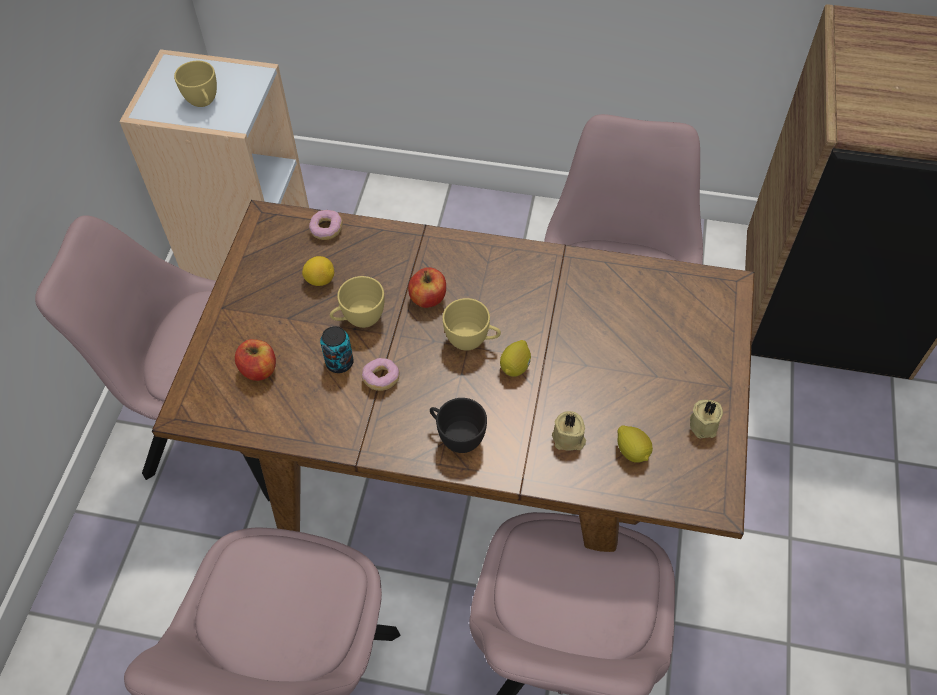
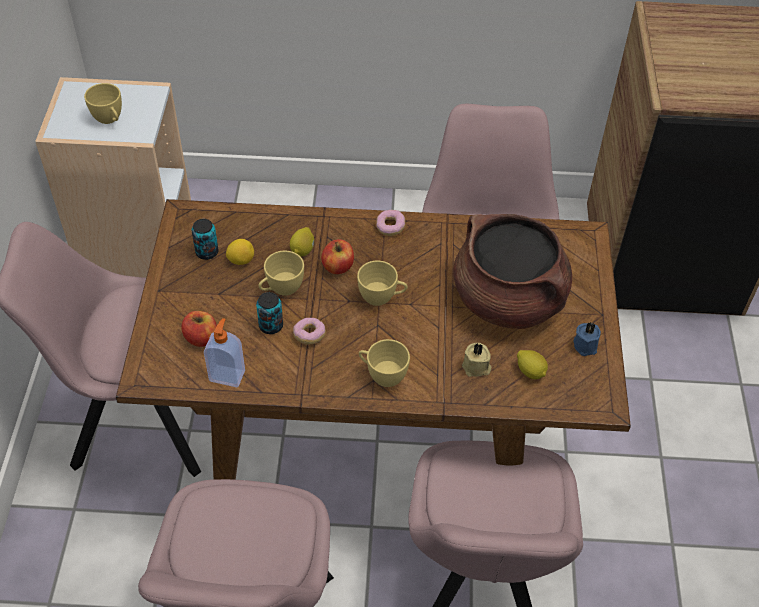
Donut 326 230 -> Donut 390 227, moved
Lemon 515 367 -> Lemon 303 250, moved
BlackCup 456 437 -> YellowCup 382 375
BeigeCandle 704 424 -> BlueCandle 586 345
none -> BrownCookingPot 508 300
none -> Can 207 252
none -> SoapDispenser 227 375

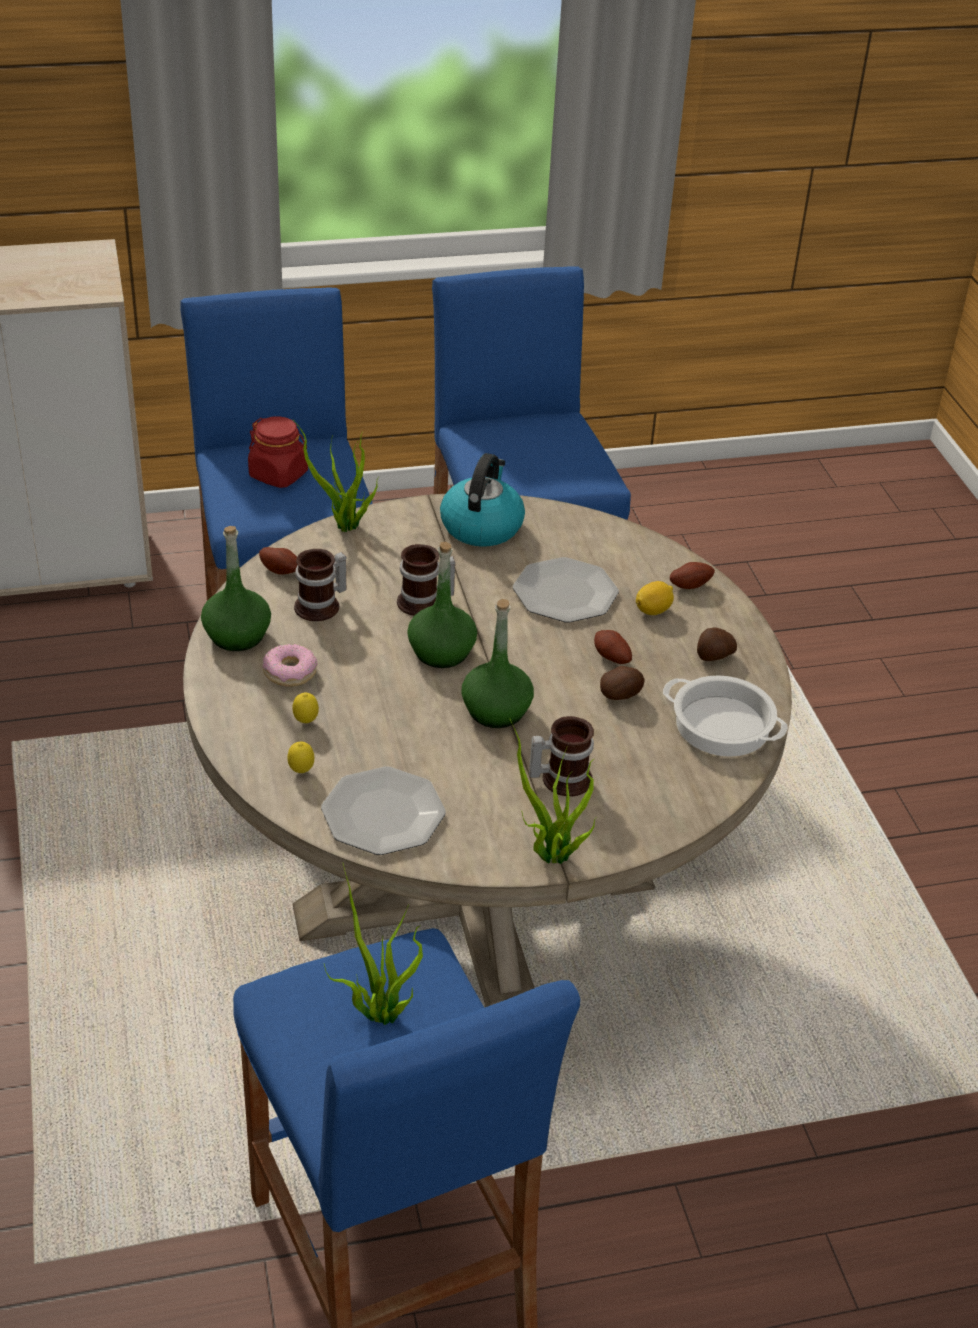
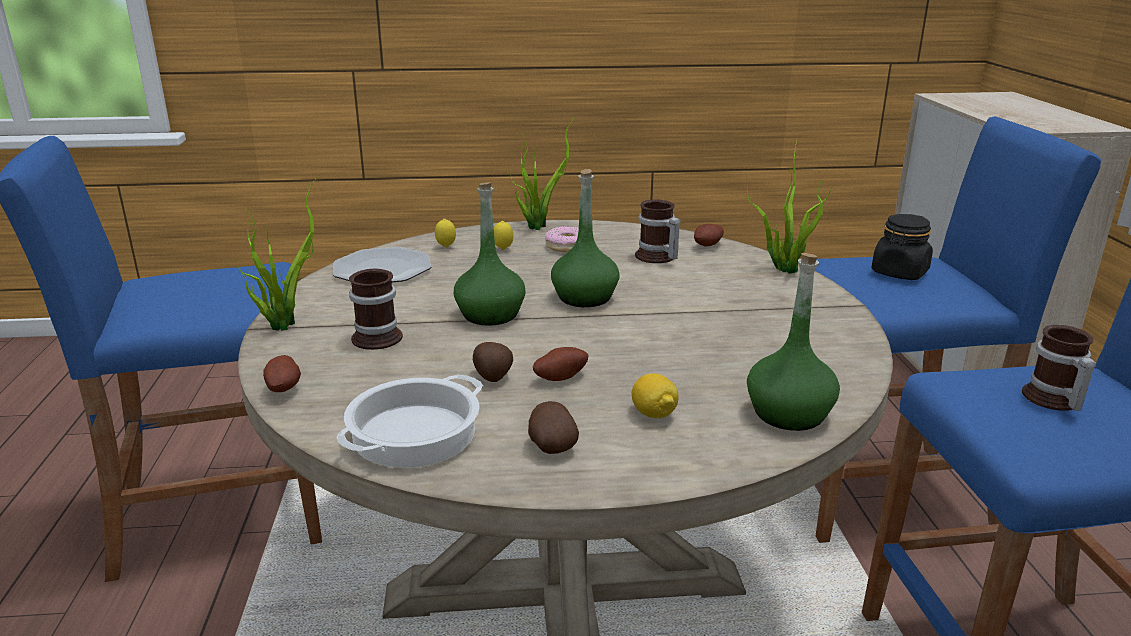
RedJar 279 475 -> BlackJar 899 273
Kettle 481 526 -> none
GreenBottle 237 635 -> GreenBottle 789 413, moved
Mug 424 603 -> Mug 1051 400, moved
Plate 565 593 -> none
Potato 689 585 -> Potato 285 388, moved
PottedPlant 378 1014 -> PottedPlant 537 226, moved

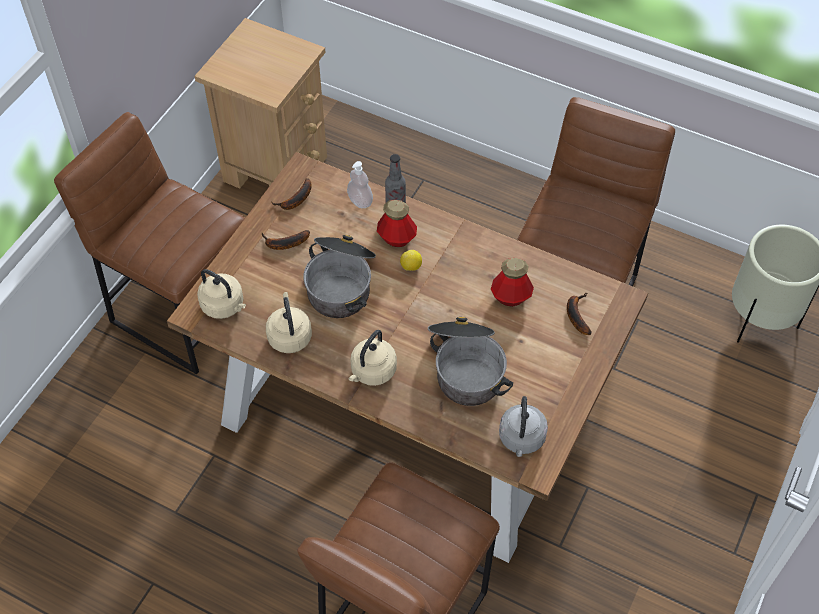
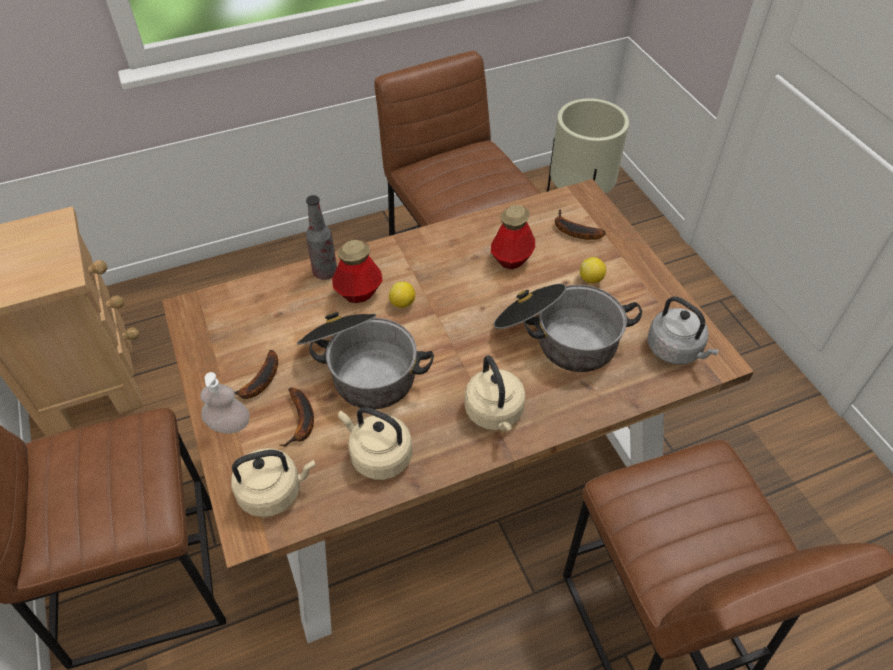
SoapDispenser 360 201 -> SoapDispenser 229 425, moved
Banana 295 200 -> Banana 301 421, moved
none -> Lemon 591 279

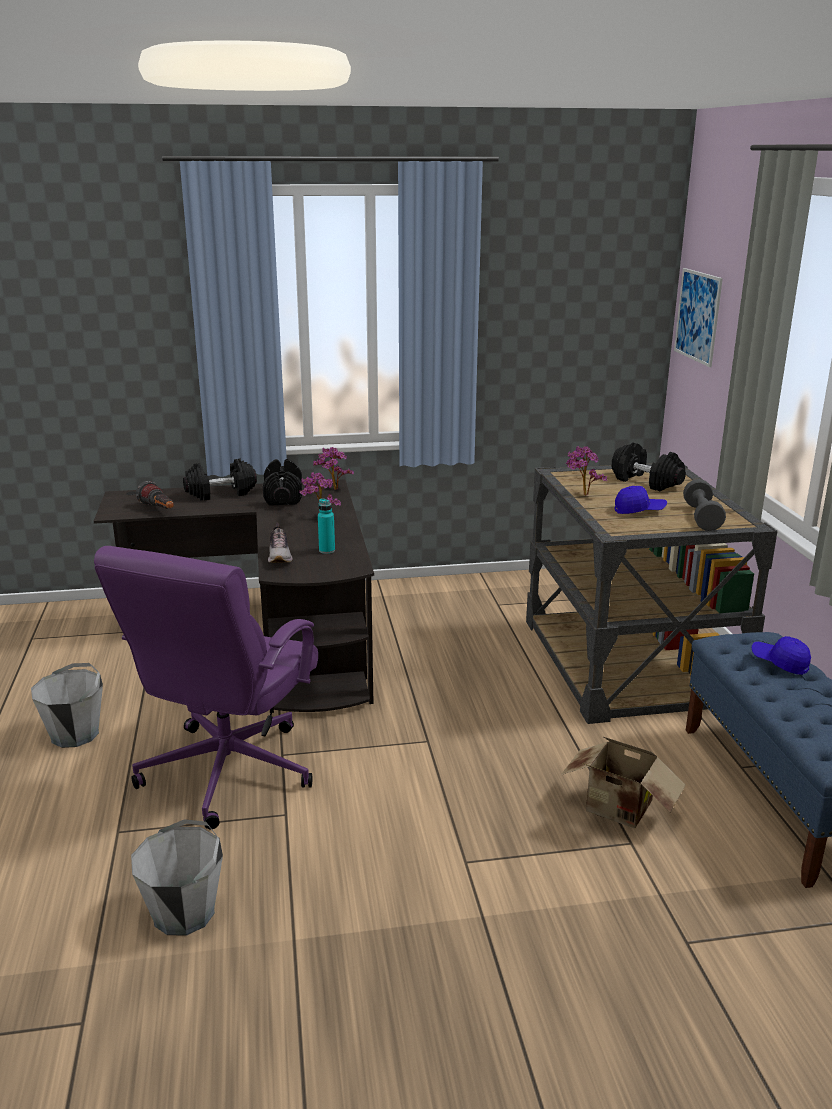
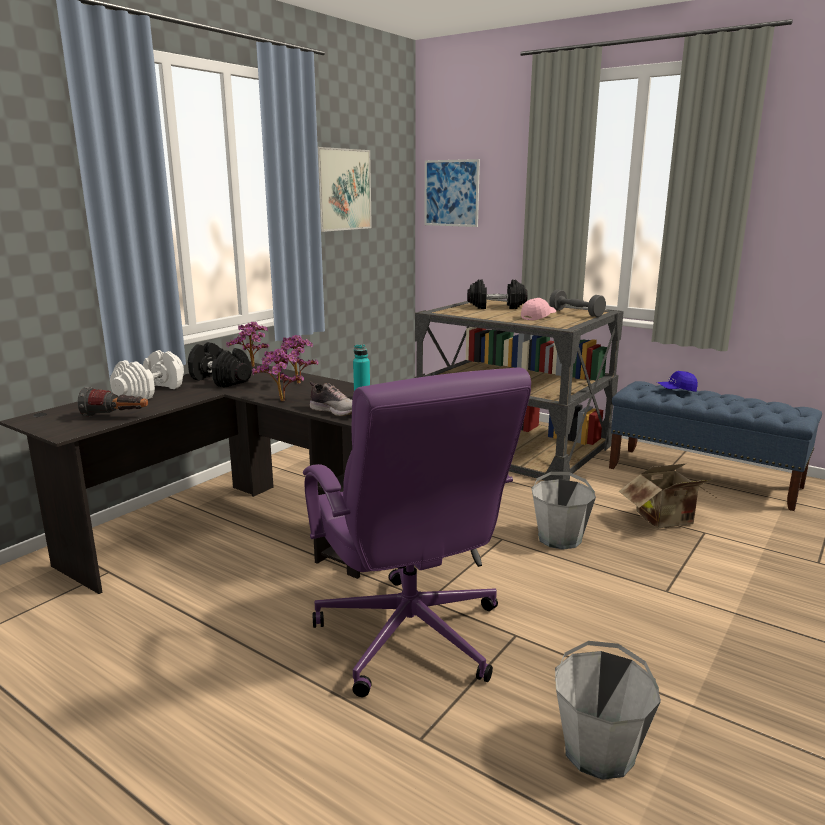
PottedPlant 582 495 -> PottedPlant 280 402, moved
BlackDumbbell 221 493 -> WhiteDumbbell 150 392
BlueCap 639 511 -> PinkCap 538 317
GreyBucket 75 734 -> GreyBucket 559 538, moved
none -> Picture 343 189

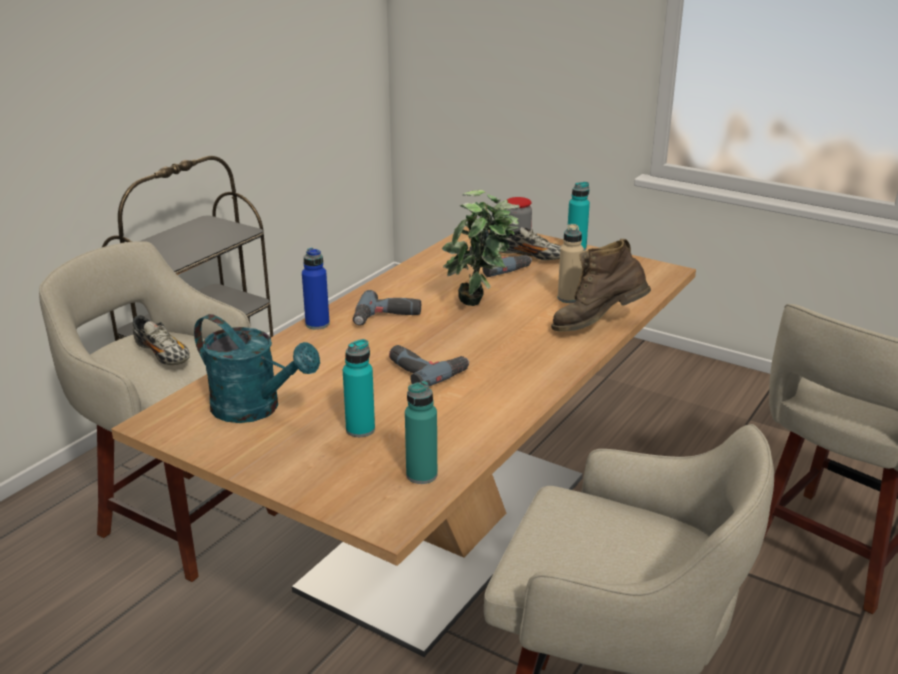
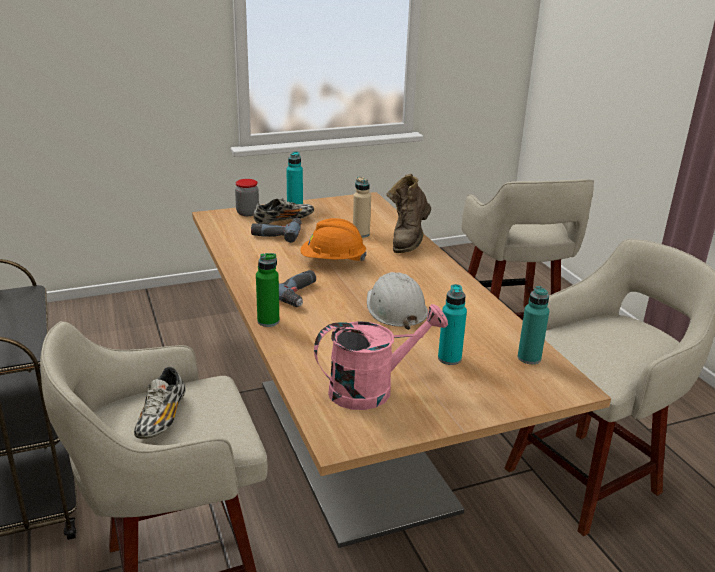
PottedPlant 480 308 -> OrangeHardHat 332 261
BlueBottle 317 324 -> GreenBottle 268 321
TurquoiseWateringCan 255 409 -> PinkWateringCan 372 388
Shoe 163 356 -> Shoe 162 418, 105 degrees clockwise
PowerDrill 426 369 -> WhiteHardHat 395 308

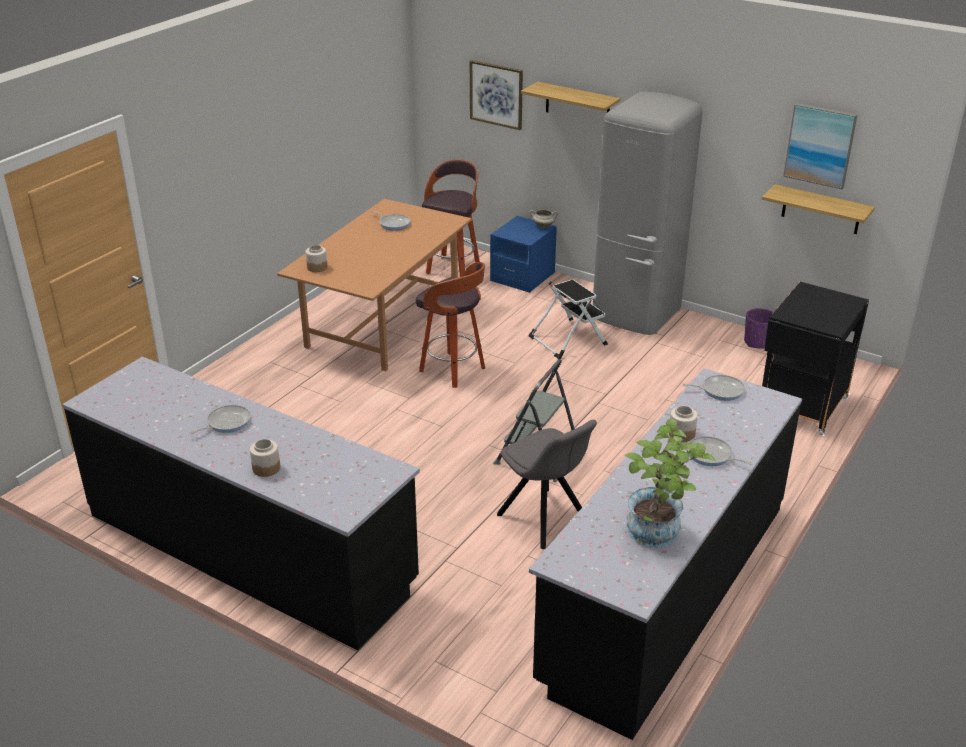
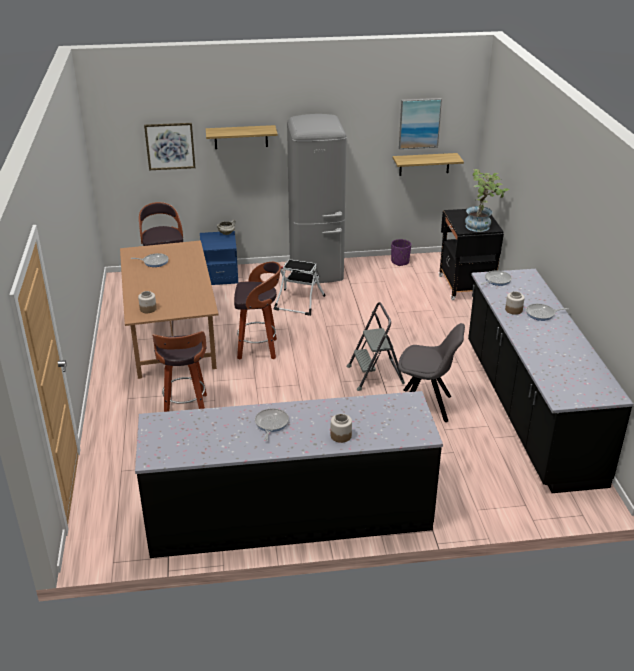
PottedPlant 658 535 -> PottedPlant 481 226, moved
none -> Stool 186 409

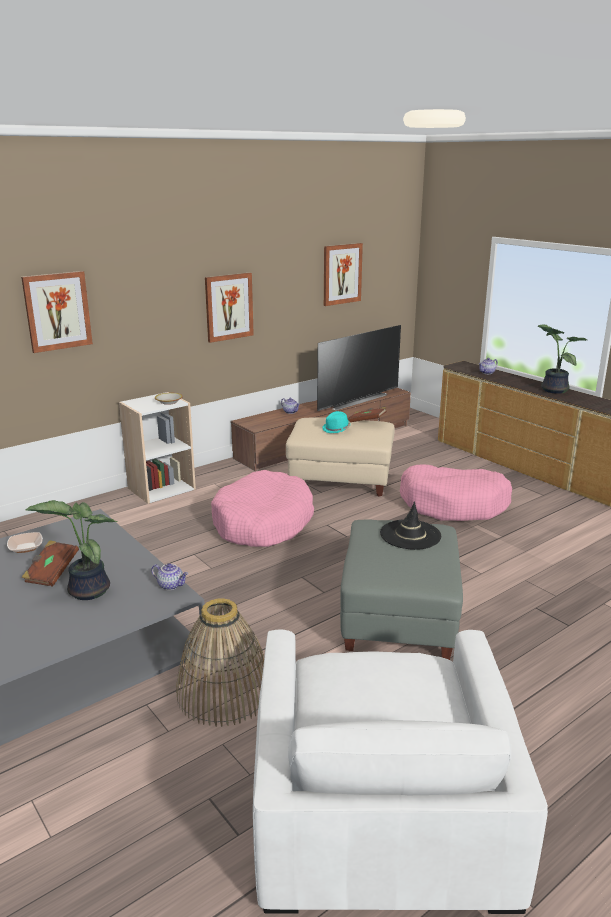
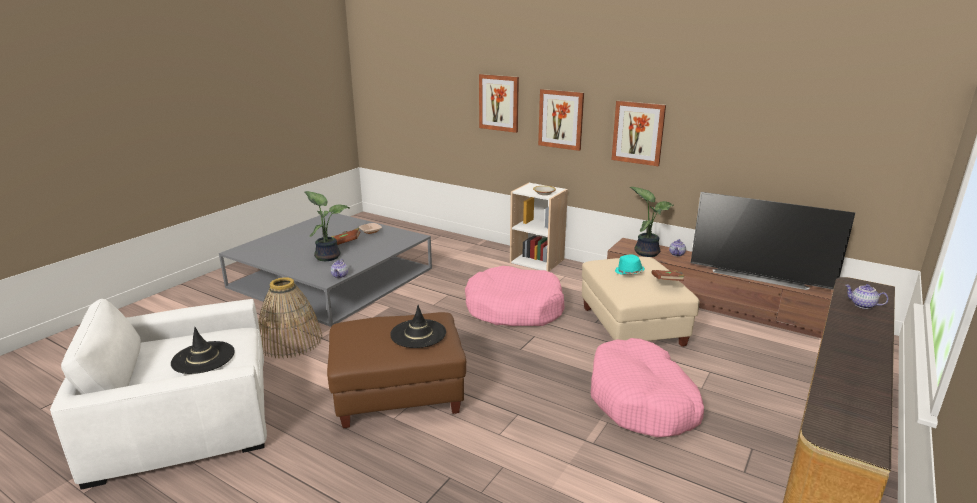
Picture 342 274 -> Picture 561 119, moved
PottedPlant 552 390 -> PottedPlant 646 252, moved
GreyOttoman 398 617 -> BrownOttoman 398 394
none -> BlackHat 203 358

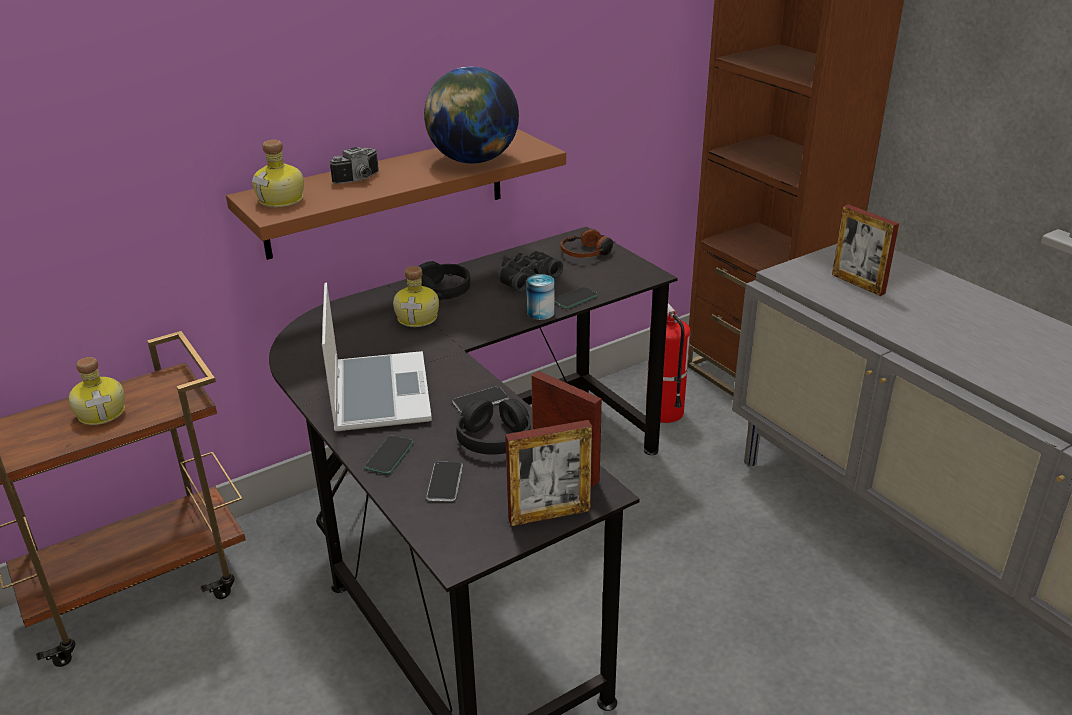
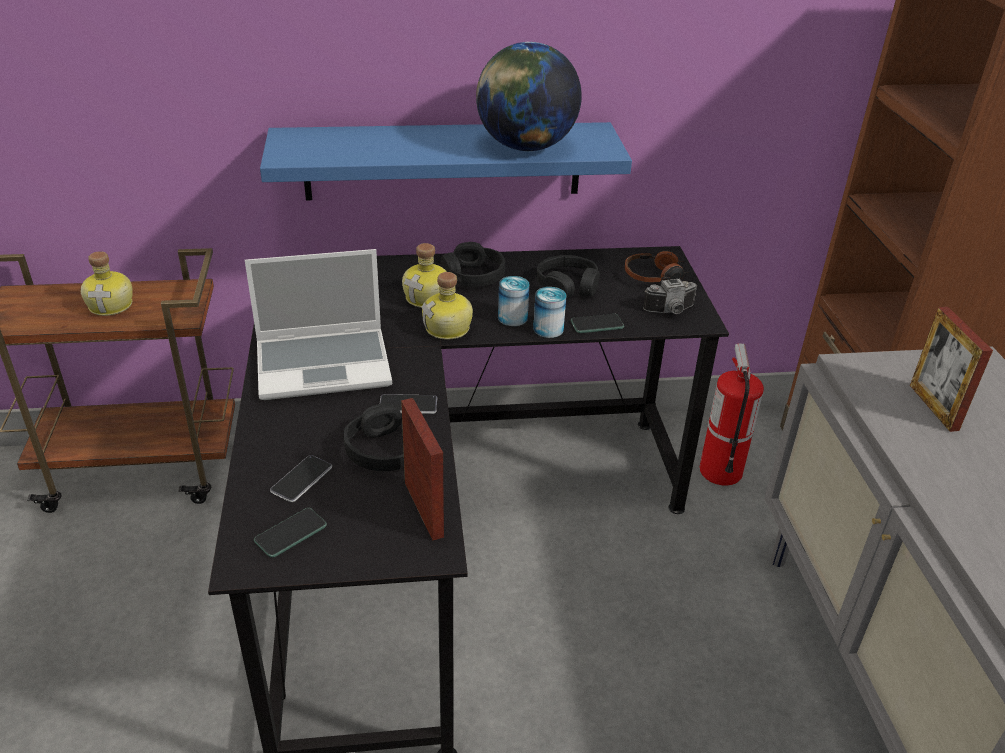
BrownShelf 386 193 -> BlueShelf 443 161
Bottle 282 200 -> Bottle 449 329, moved
PhotoCamera 360 179 -> PhotoCamera 671 311, moved
BlackBinoculars 526 278 -> BlackHeadphones 567 286
Laptop 378 393 -> Laptop 325 364, 60 degrees clockwise
PictureFrame 549 515 -> none
Phone 389 456 -> Phone 290 533, moved
none -> Can 512 318

